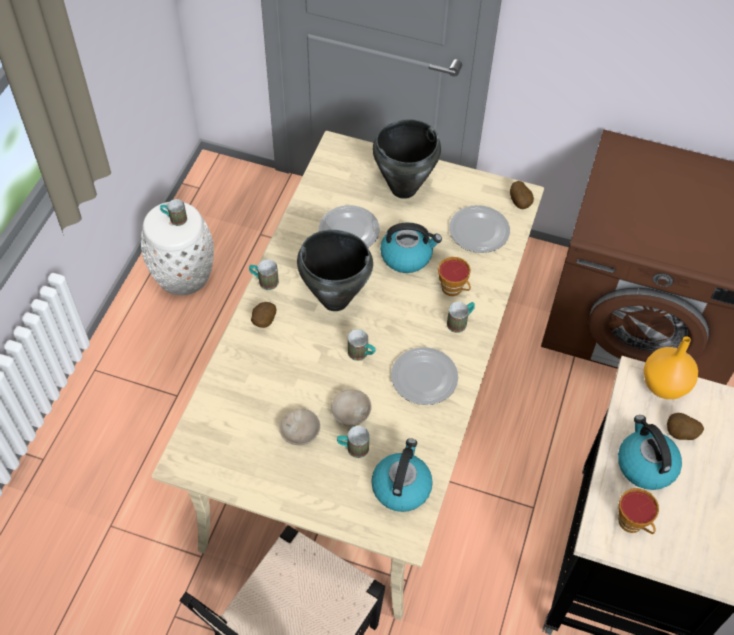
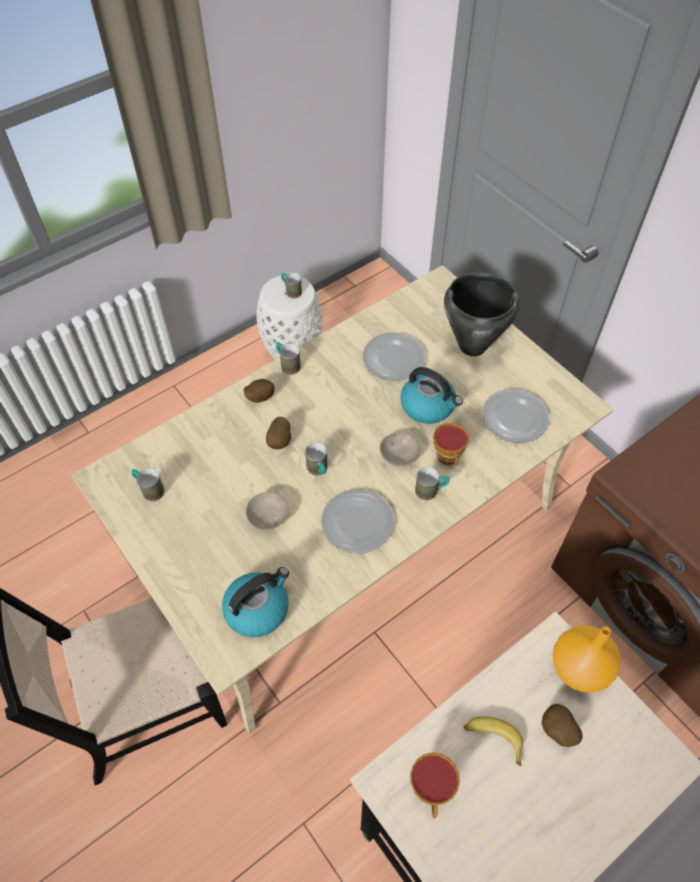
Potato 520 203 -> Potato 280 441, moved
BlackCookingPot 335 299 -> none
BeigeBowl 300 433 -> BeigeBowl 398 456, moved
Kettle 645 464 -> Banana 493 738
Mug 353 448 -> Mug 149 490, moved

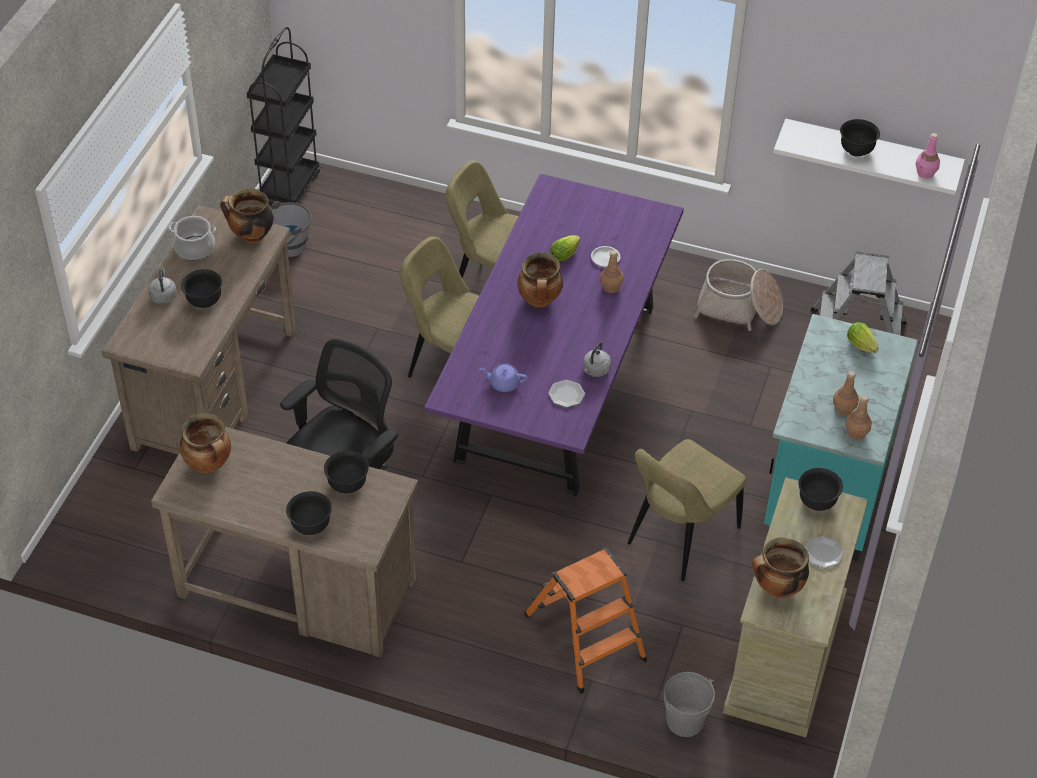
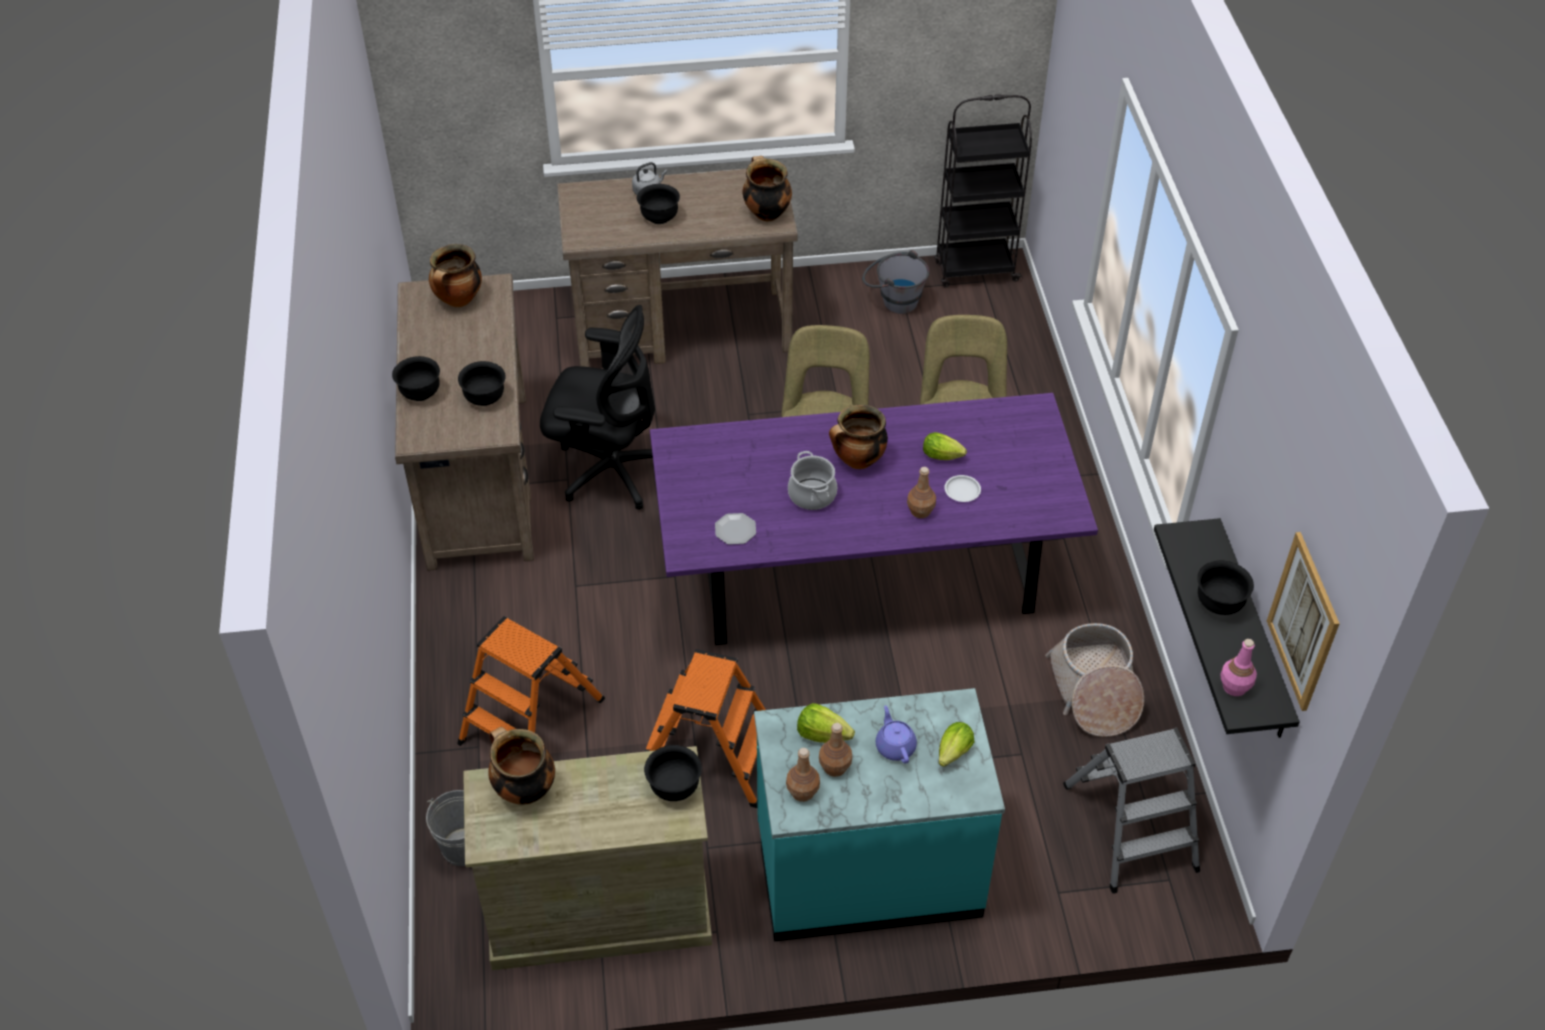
WhiteShelf 871 153 -> BlackShelf 1252 632
CookingPot 195 248 -> CookingPot 812 494, moved
GreyKettle 595 370 -> none
PurpleTeapot 503 383 -> PurpleTeapot 895 746, moved
BeigeChair 679 538 -> OrangeStepLadder 708 756
Plate 822 553 -> none
none -> Picture 1303 621
none -> Lettuce 822 734

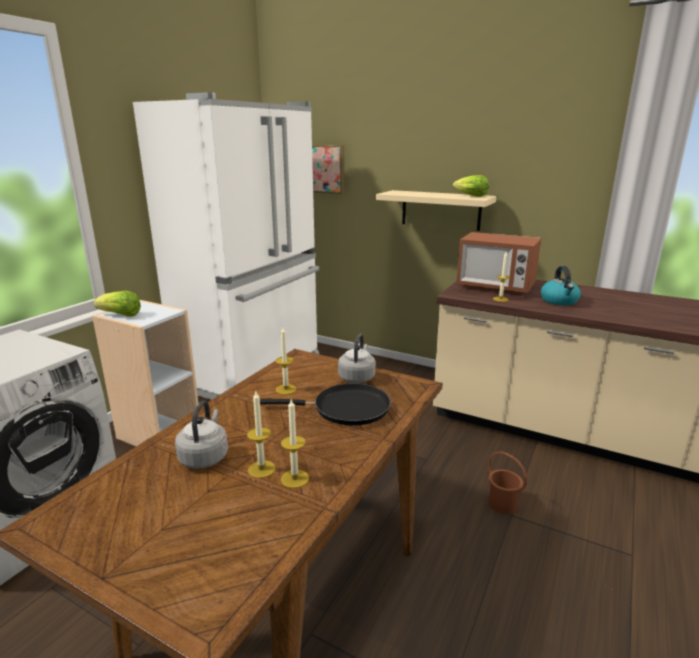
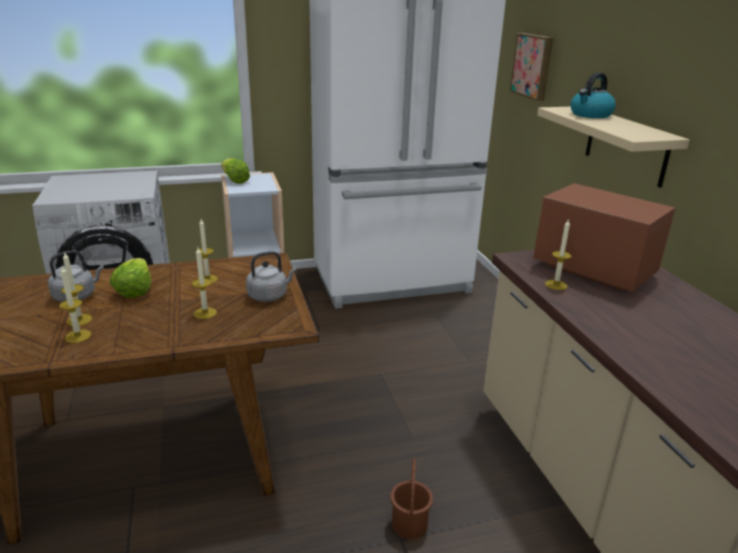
Lettuce 470 196 -> Lettuce 134 290, moved
Microwave 495 287 -> Microwave 594 270, 150 degrees clockwise
Kettle 559 301 -> Kettle 590 115, moved
BlackFryingPan 345 409 -> Candle 205 313

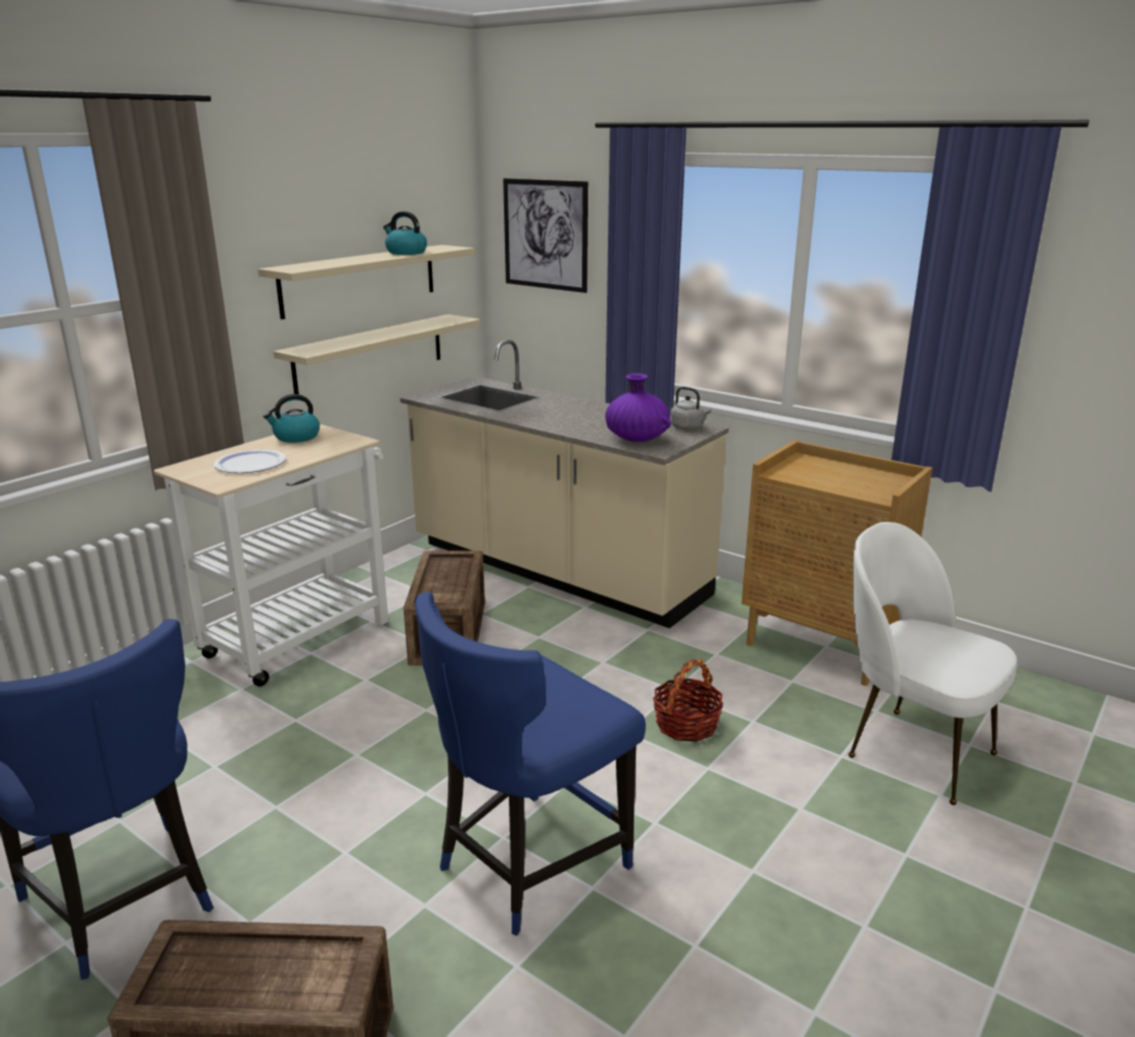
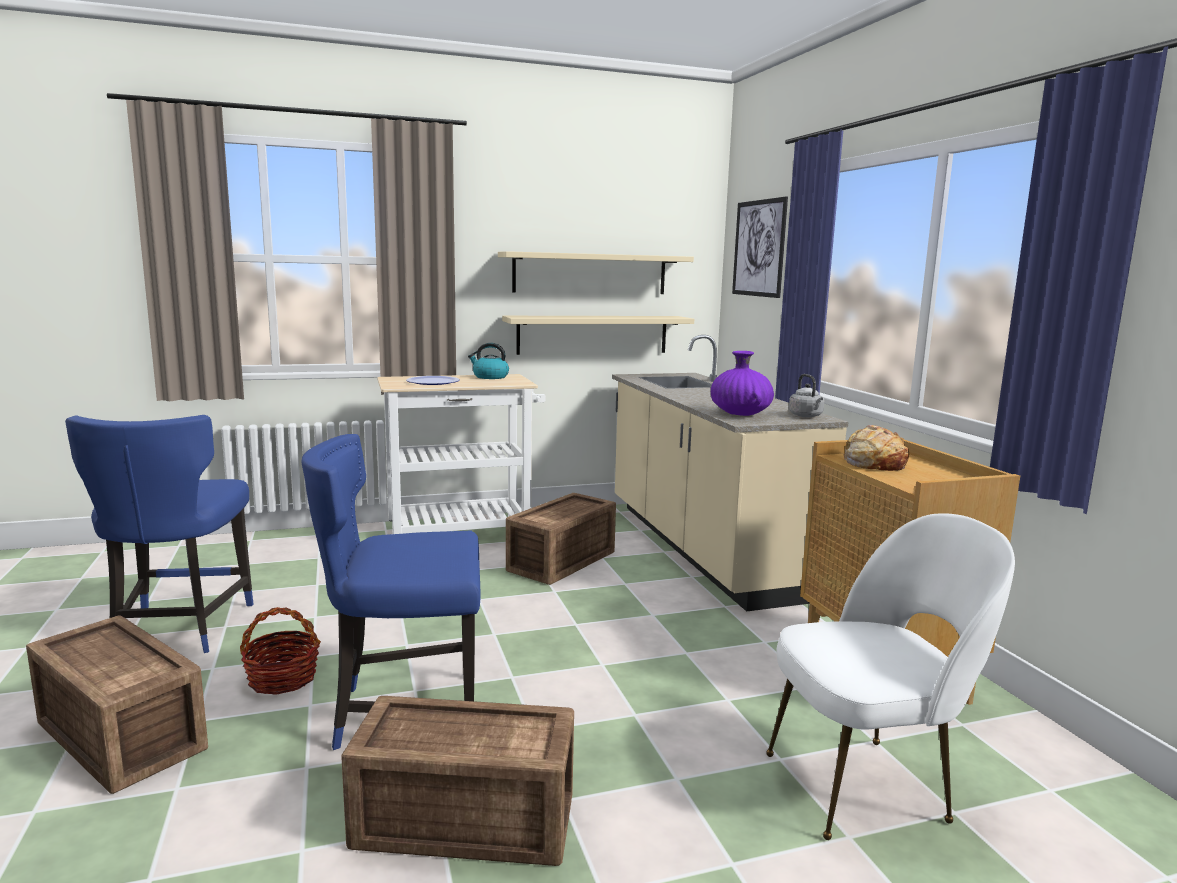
Kettle 405 252 -> none
WhiteChair 910 750 -> WhiteChair 868 786, 90 degrees clockwise
Basket 686 725 -> Basket 282 679, moved
none -> Bread 873 463
none -> Crate 462 818

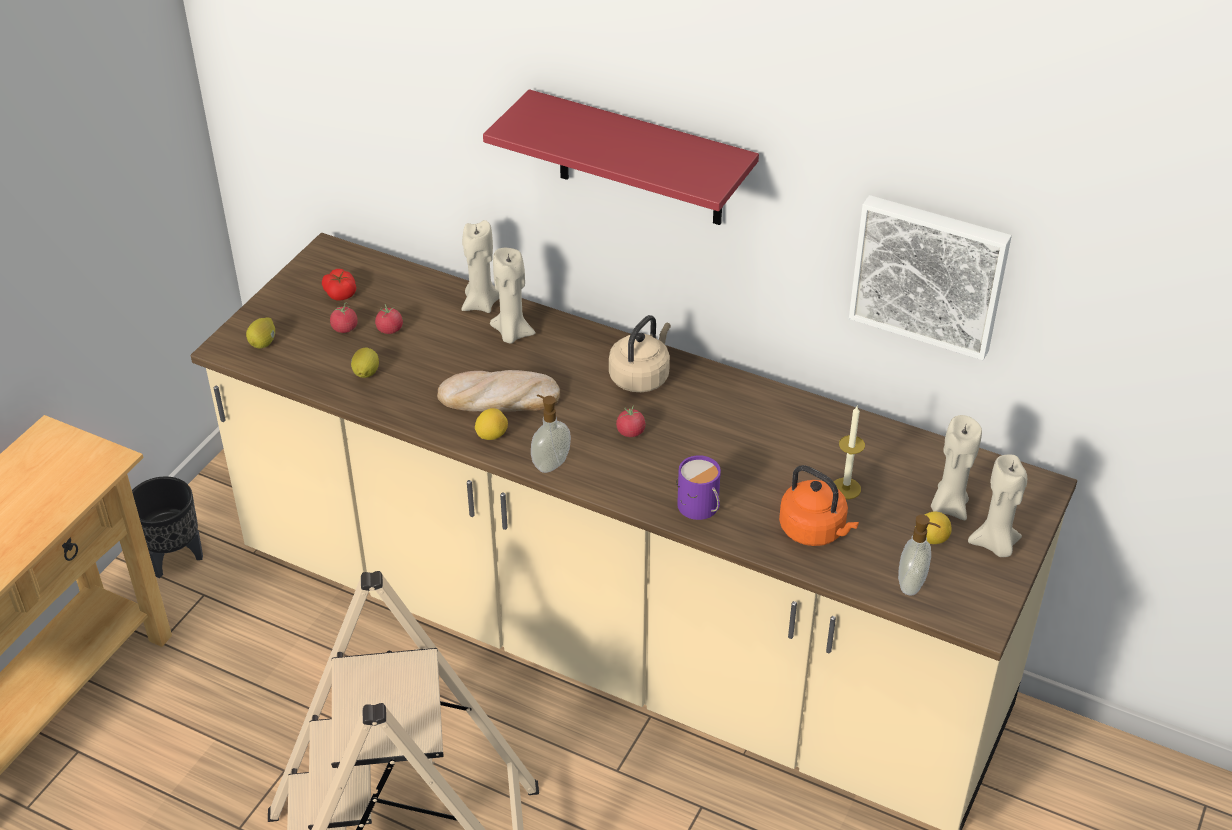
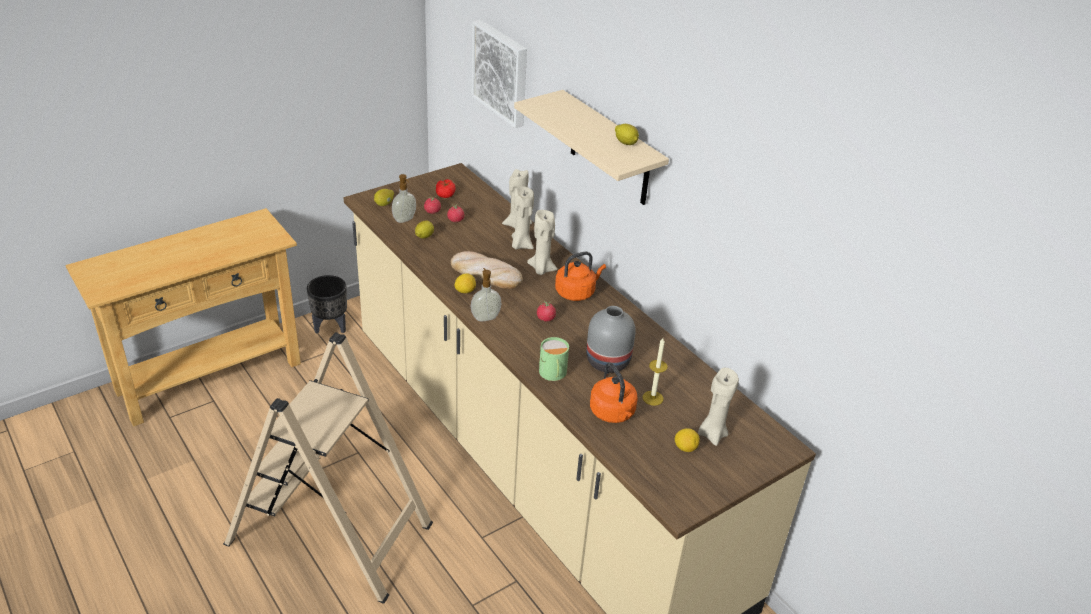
RedShelf 640 160 -> BeigeShelf 610 150
Picture 929 273 -> Picture 502 72, moved
BeigeKettle 641 376 -> OrangeKettle 577 292
PurpleMug 700 508 -> GreenMug 553 373
BeigeCandle 995 545 -> BeigeCandle 541 269, moved
SoapDispenser 912 584 -> SoapDispenser 405 220, moved
none -> Lemon 626 143
none -> GreyVase 609 361

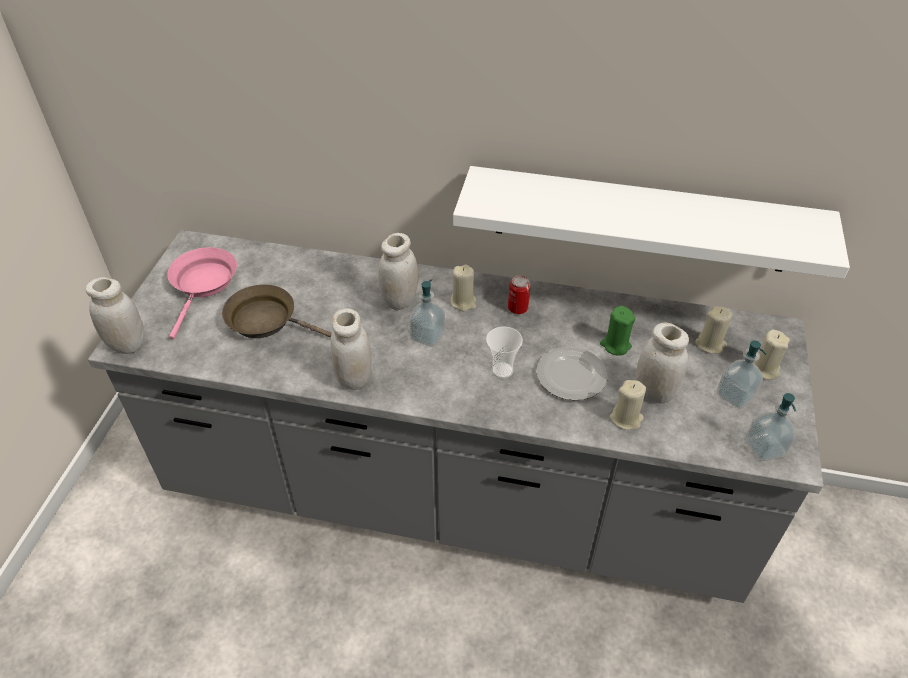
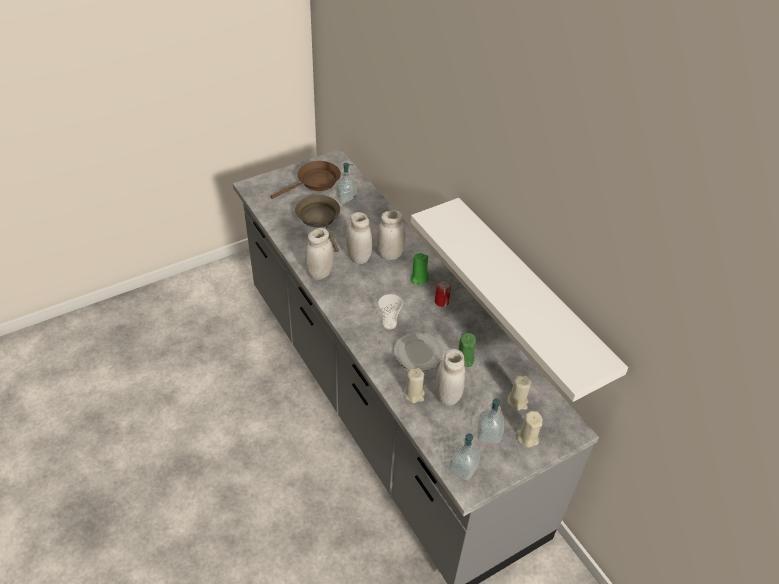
PinkFryingPan 203 285 -> BrownFryingPan 315 182
BeigeCandle 463 302 -> GreenCandle 419 278
WhiteJar 127 345 -> WhiteJar 359 257, moved
SoapDispenser 427 336 -> SoapDispenser 346 198, moved

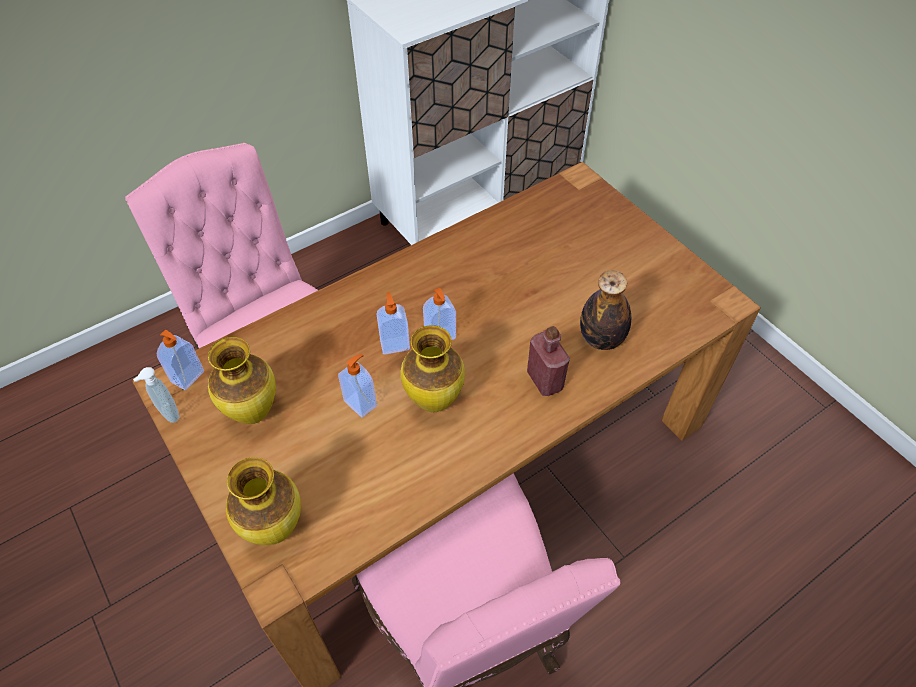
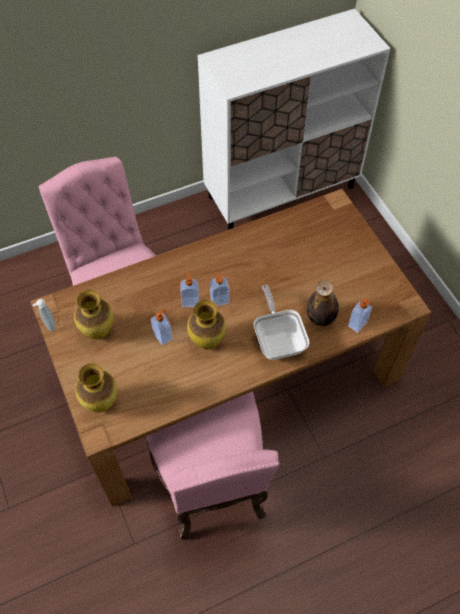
RedBottle 544 380 -> FryingPan 278 339
SoapDispenser 188 377 -> SoapDispenser 358 324, moved

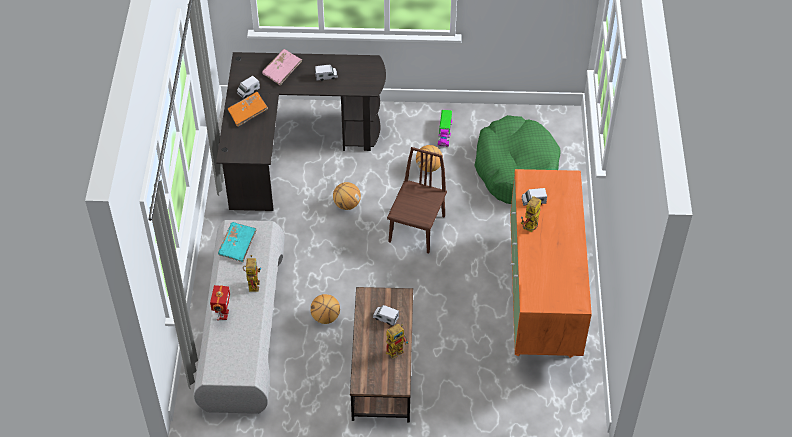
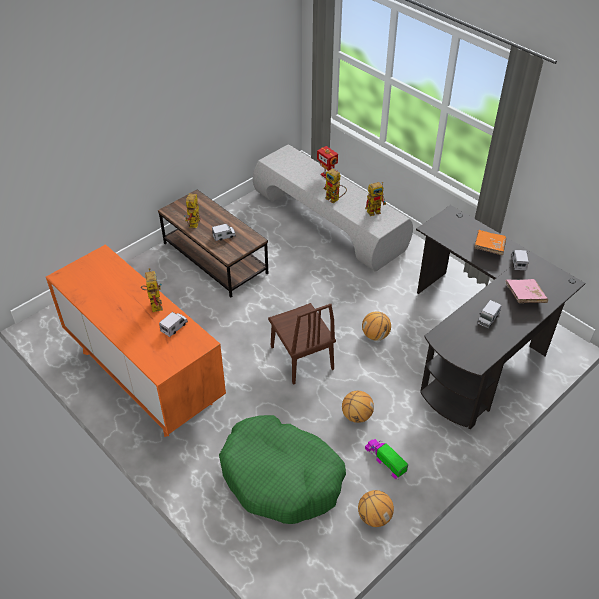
TurquoiseBook 238 246 -> ToyRobot 376 210
Basketball 325 317 -> Basketball 374 517, moved

